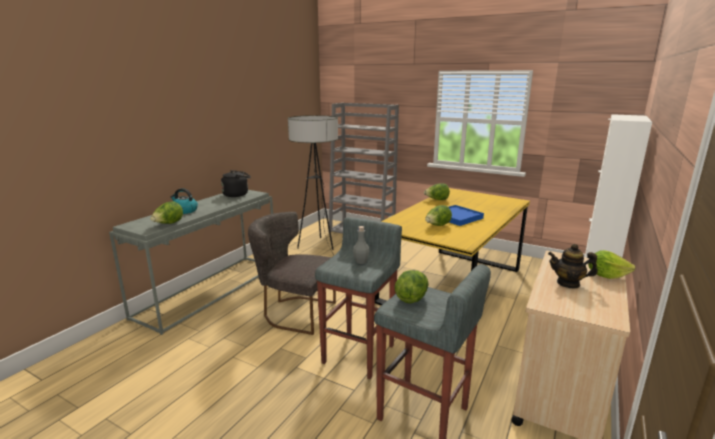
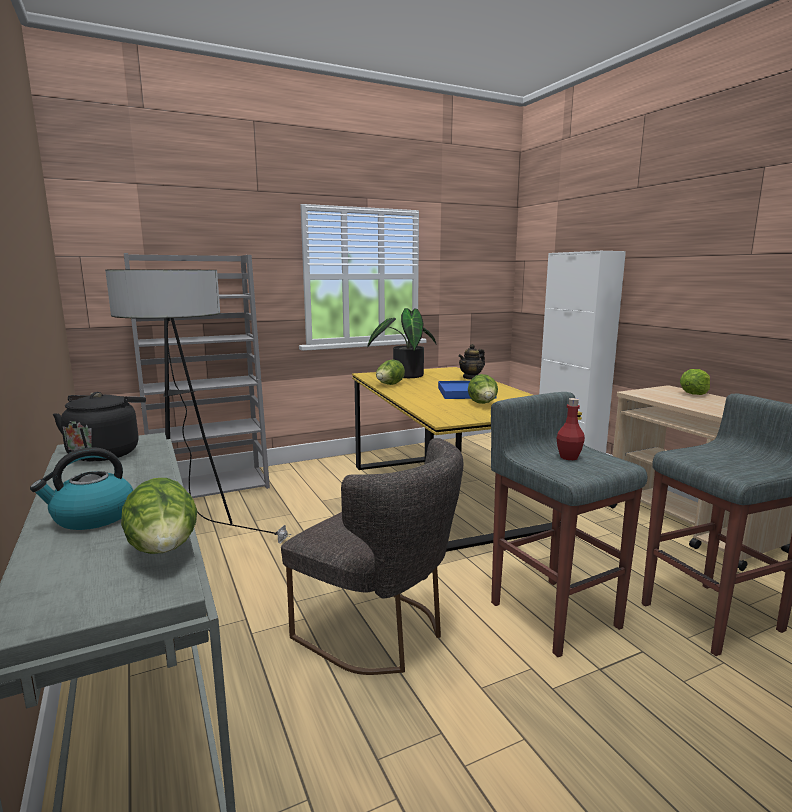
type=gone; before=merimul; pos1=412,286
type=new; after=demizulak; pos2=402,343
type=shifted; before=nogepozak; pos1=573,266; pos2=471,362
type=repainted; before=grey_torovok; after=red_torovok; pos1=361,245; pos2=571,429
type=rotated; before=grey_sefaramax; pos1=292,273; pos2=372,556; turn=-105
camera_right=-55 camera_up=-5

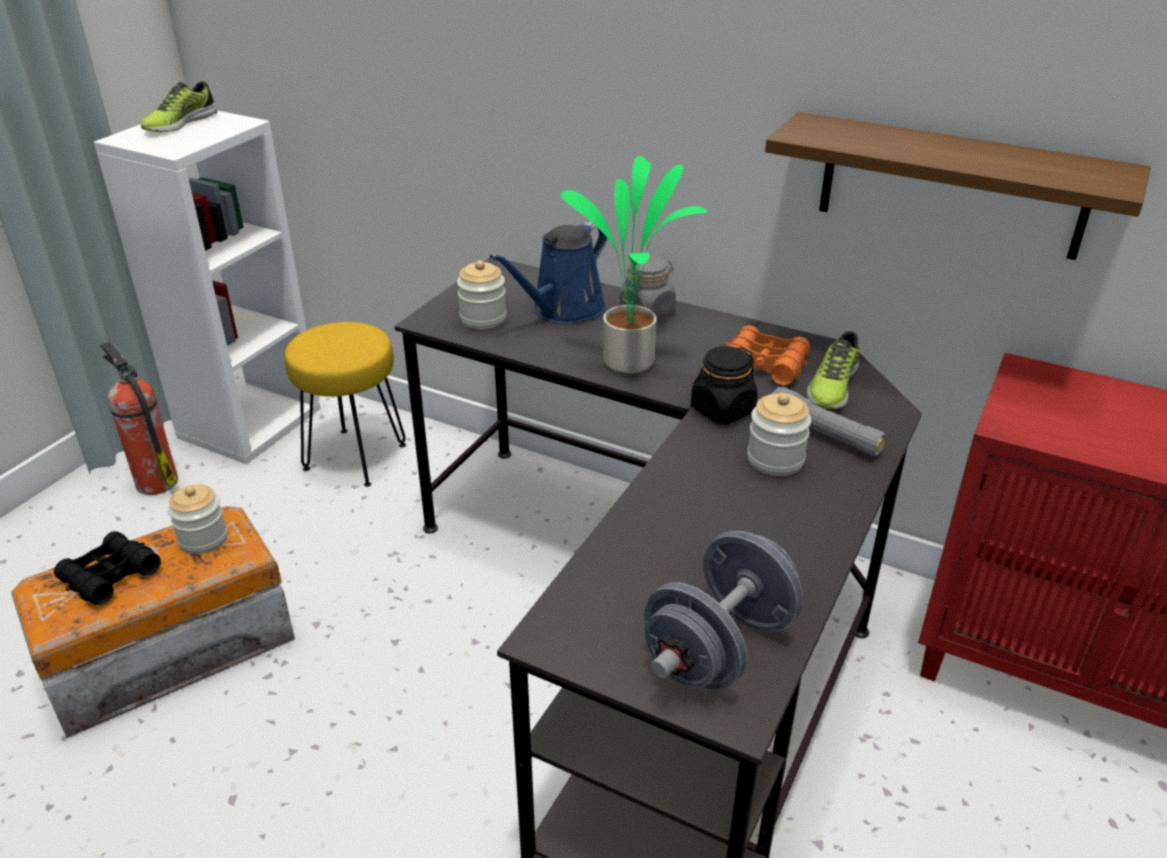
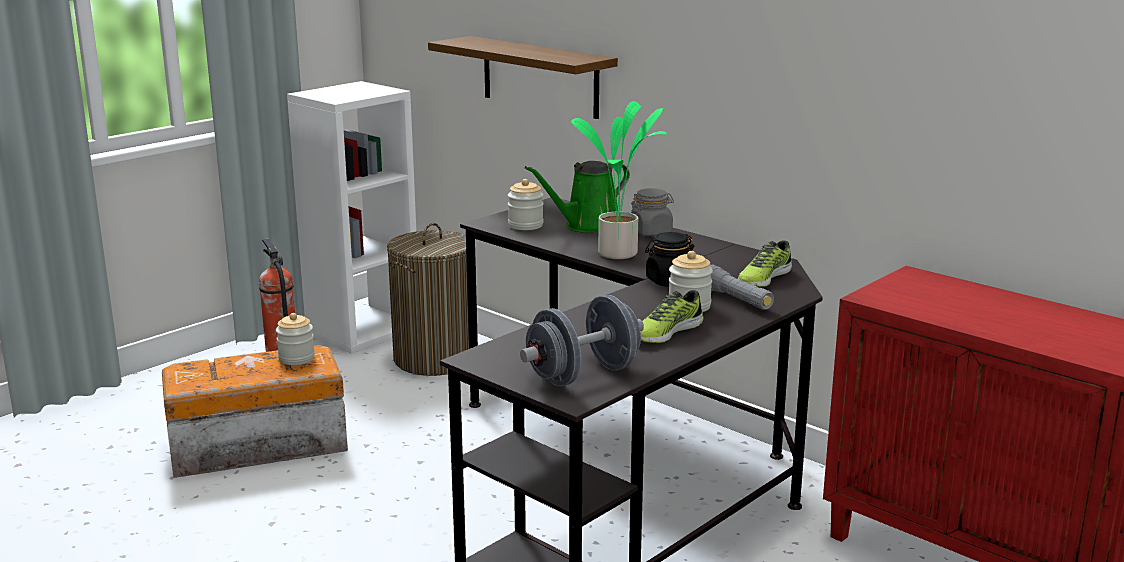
type=gone; before=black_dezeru; pos1=107,568
type=gone; before=orange_dezeru; pos1=768,355
type=shifted; before=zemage; pos1=179,106; pos2=672,316
type=shifted; before=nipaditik; pos1=958,186; pos2=523,77
type=swapped; before=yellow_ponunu; after=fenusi; pos1=345,404; pos2=428,299
type=repainted; before=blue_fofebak; after=green_fofebak; pos1=548,272; pos2=577,197
camera_right=15 camera_up=-15

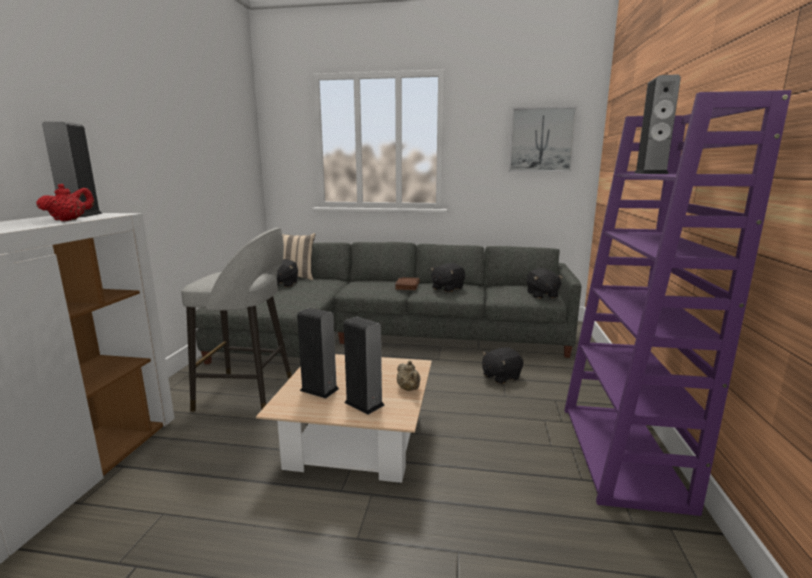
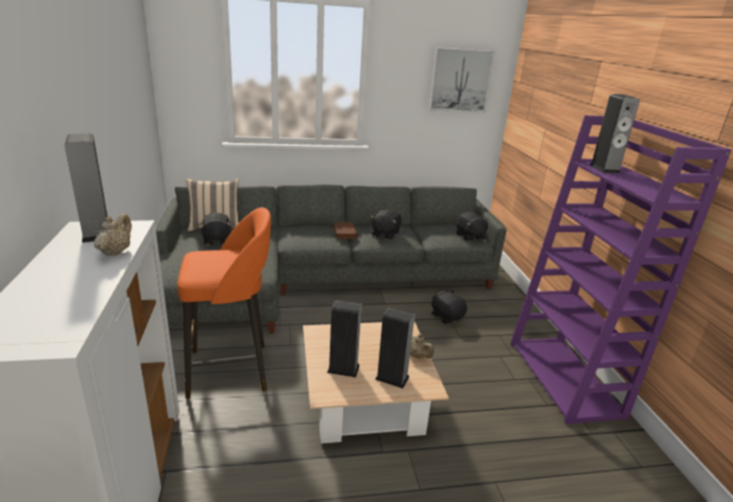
type=repainted; before=red_nogepozak; after=beige_nogepozak; pos1=65,202; pos2=113,234
type=repainted; before=grey_ponunu; after=orange_ponunu; pos1=236,320; pos2=224,303
type=rotated; before=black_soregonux; pos1=502,365; pos2=449,307; turn=105
camera_right=-20 camera_up=10

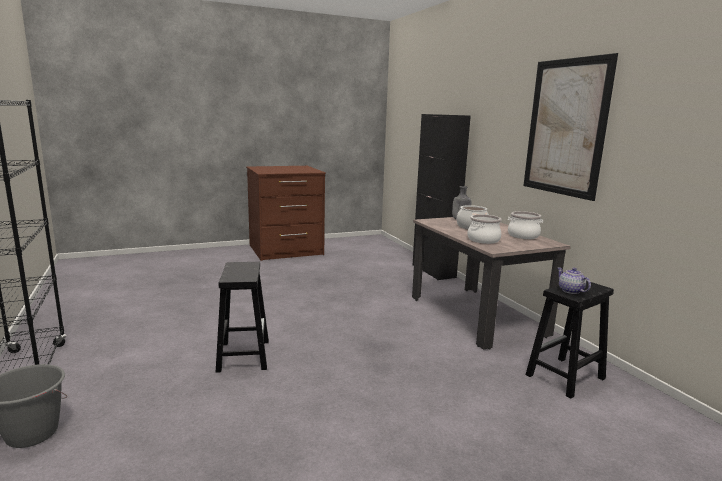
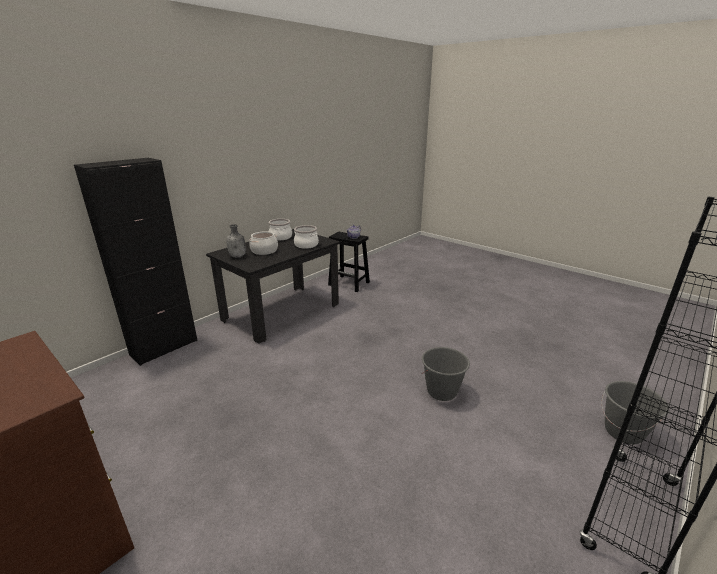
type=gone; before=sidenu; pos1=570,127
type=swapped; before=black_ponunu; after=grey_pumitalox; pos1=242,317; pos2=445,374
type=repainted; before=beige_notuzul; after=black_notuzul; pos1=491,283; pos2=273,286
camera_right=-115 camera_up=10

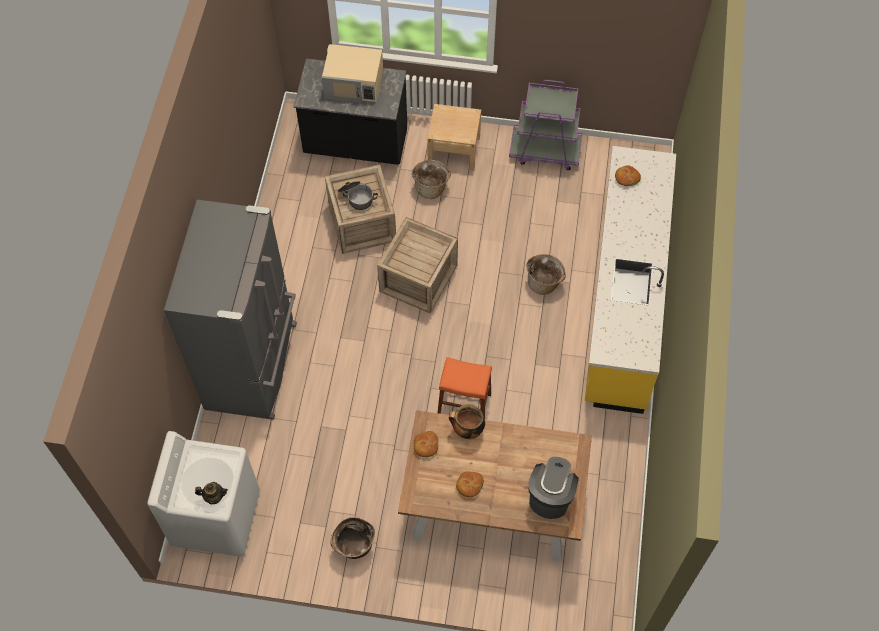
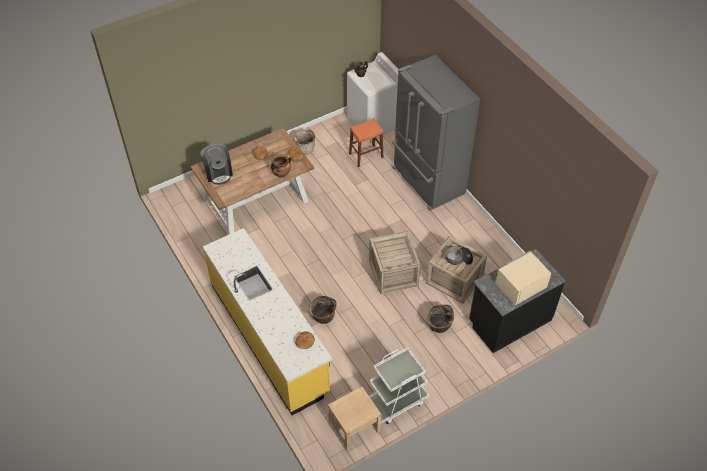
type=shifted; before=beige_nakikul; pos1=454,137; pos2=354,418
type=shifted; before=orange_ponunu; pos1=465,388; pos2=366,142
type=repainted; before=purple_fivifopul; after=white_fivifopul; pos1=546,125; pos2=399,385
camera_right=140 camera_up=-10

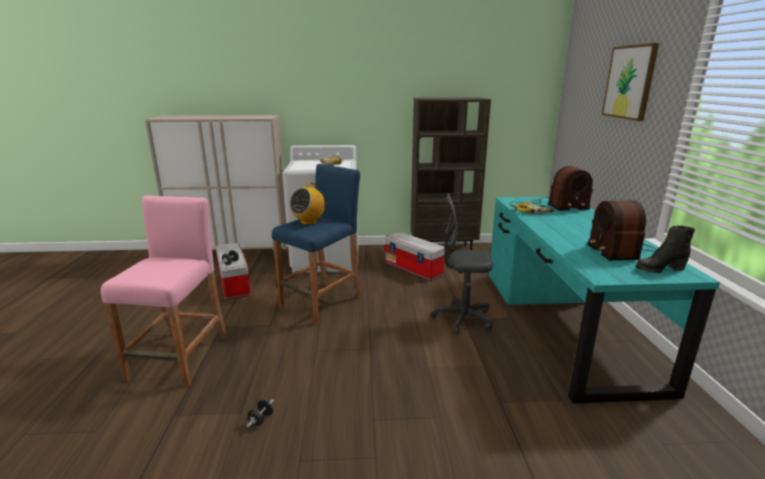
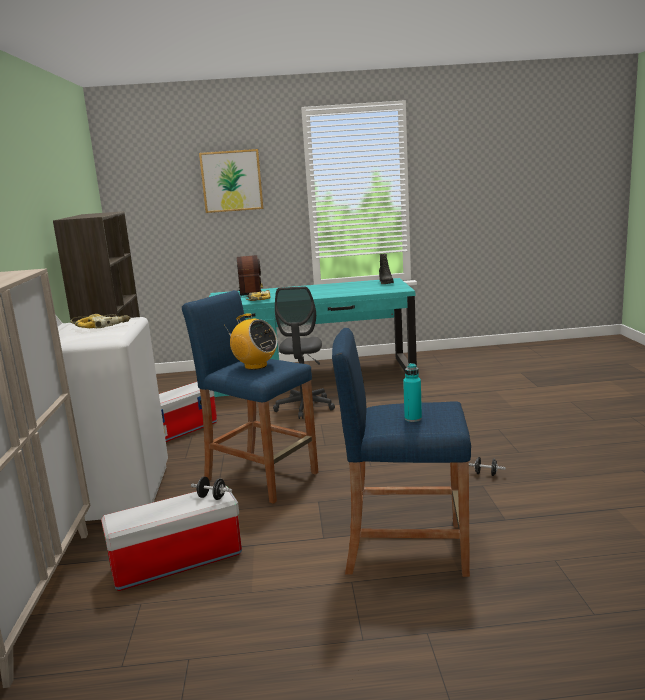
type=gone; before=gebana; pos1=622,231
type=new; after=turquoise_torovok; pos2=412,392
type=repainted; before=pink_ponunu; after=blue_ponunu; pos1=164,291; pos2=401,452
camera_right=-90 camera_up=-5

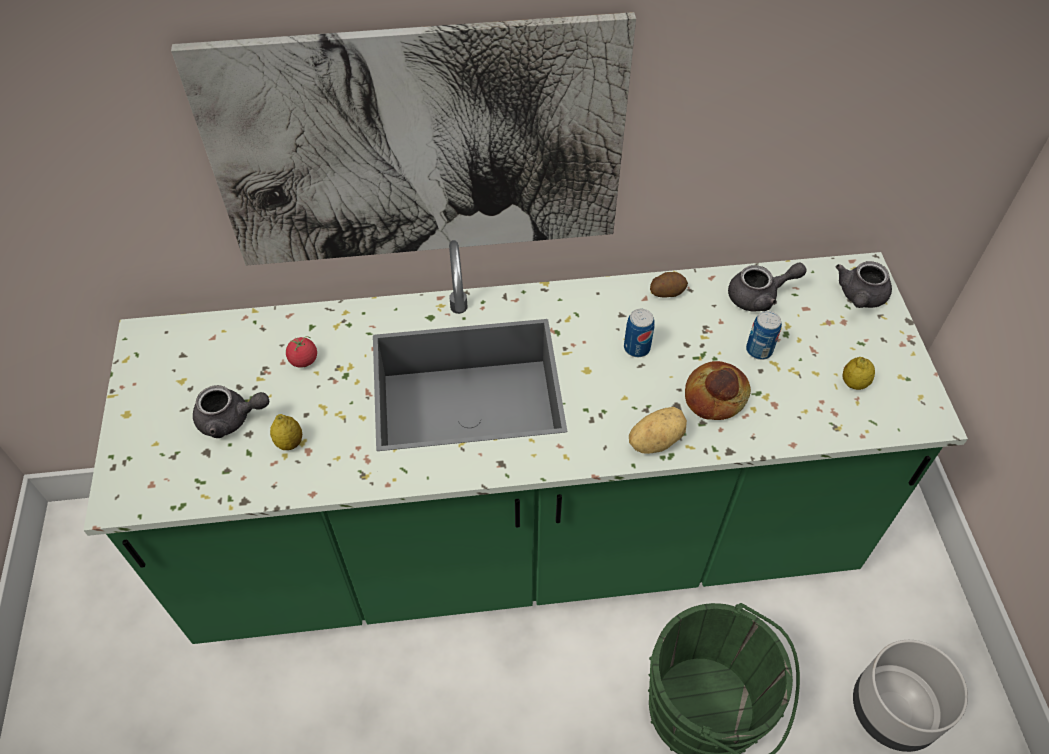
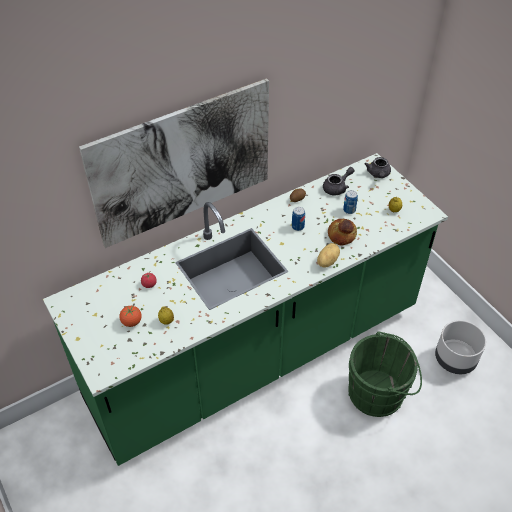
type=swapped; before=grey_nogepozak; after=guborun; pos1=231,411; pos2=130,316
camera_right=-25 camera_up=-5

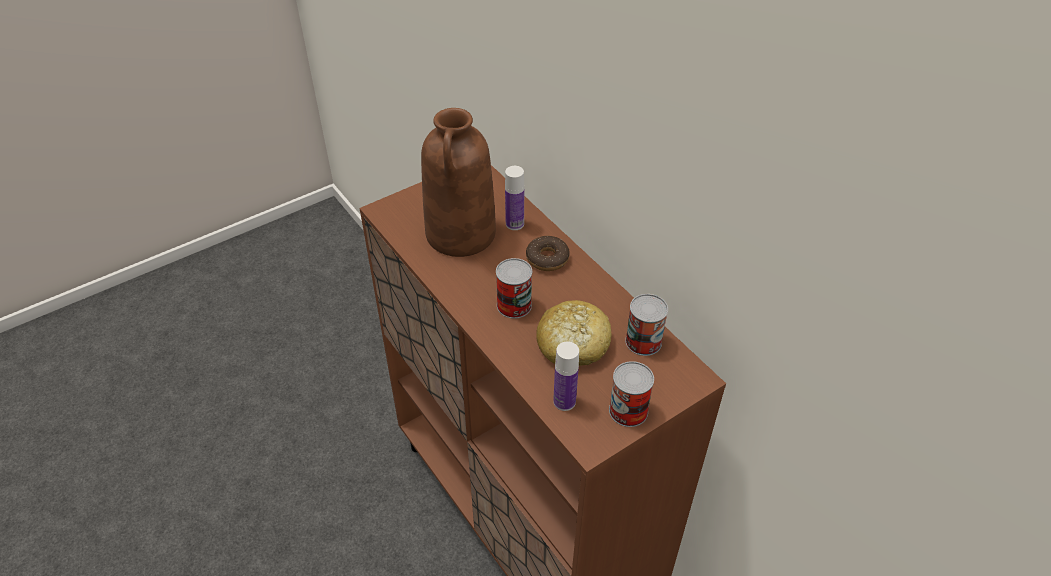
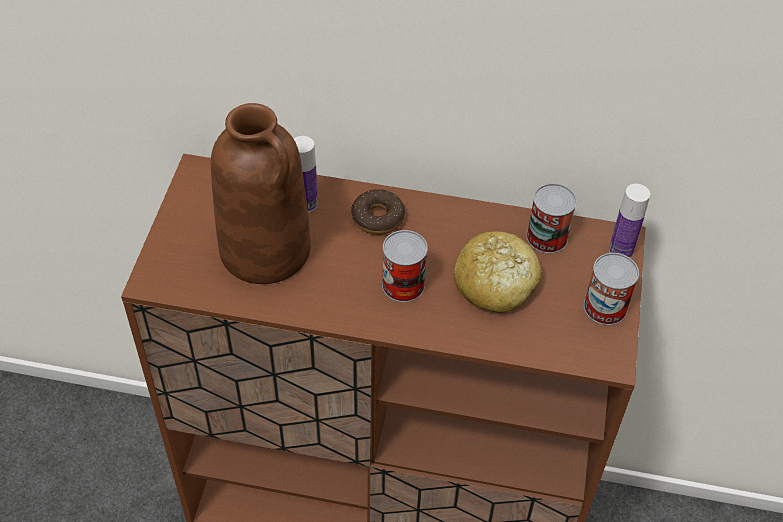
type=shifted; before=torovok; pos1=566,376; pos2=629,221
camera_right=-45 camera_up=5

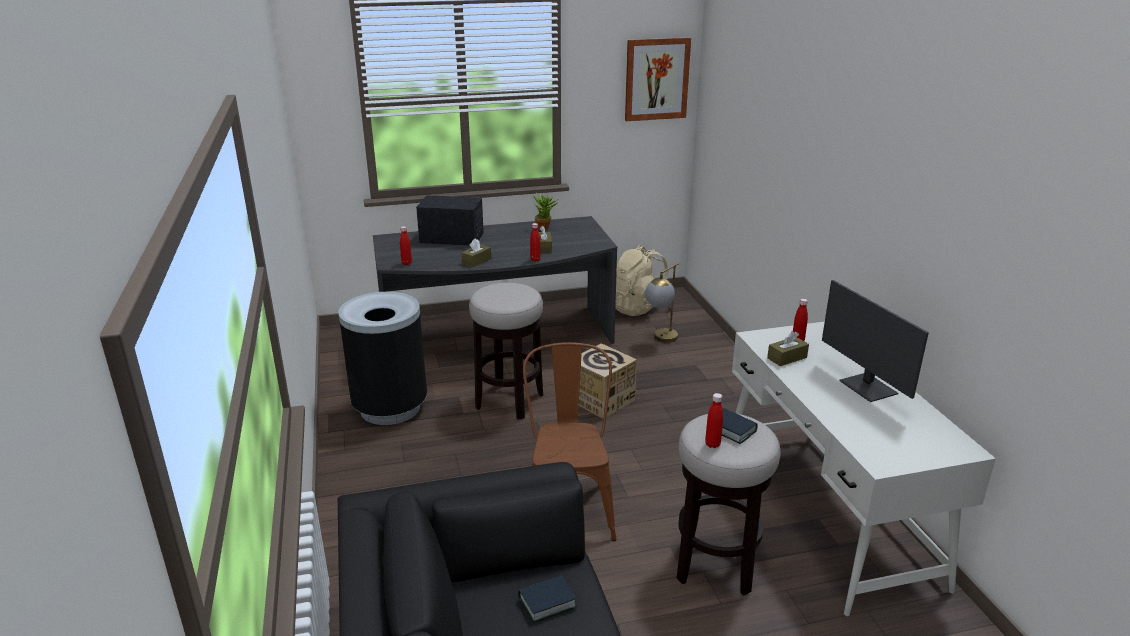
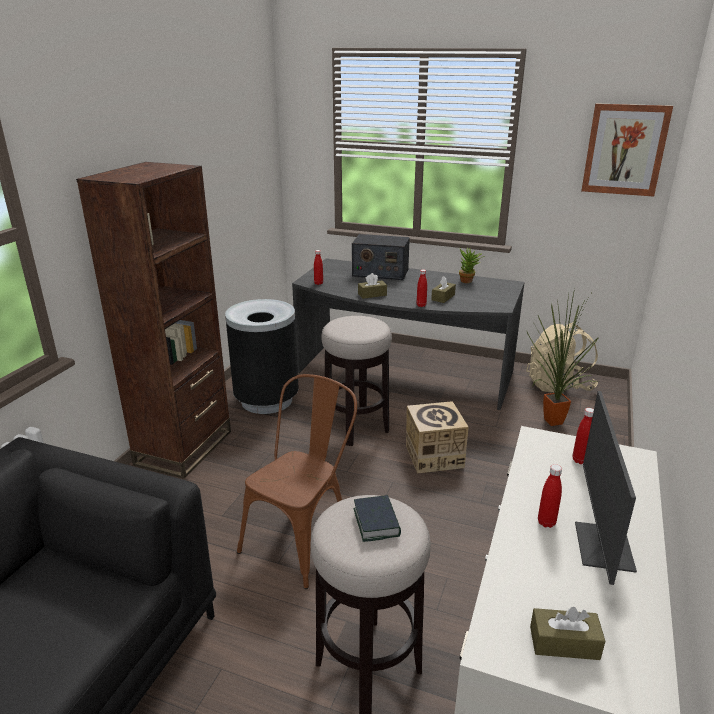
type=gone; before=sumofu; pos1=547,598
type=new; after=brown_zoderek; pos2=153,320
type=shifted; before=red_torovok; pos1=714,420; pos2=550,496
type=shifted; before=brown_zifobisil; pos1=788,348; pos2=567,633
type=swapped; before=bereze; after=demizulak; pos1=662,303; pos2=563,357
type=rotated; before=gebana; pos1=450,220; pos2=381,257; turn=150
camera_right=35 camera_up=0

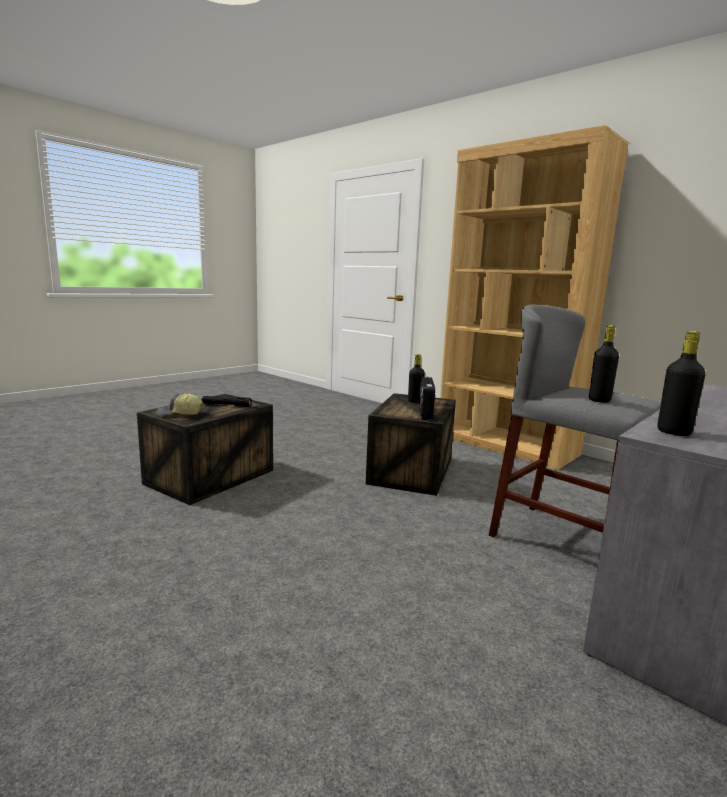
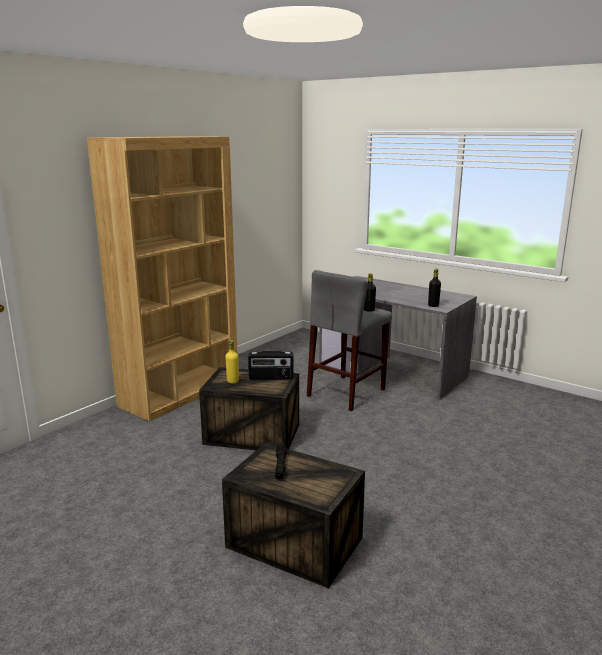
type=gone; before=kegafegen; pos1=180,404
type=repainted; before=black_torovok; after=yellow_torovok; pos1=416,378; pos2=232,362
camera_right=-95 camera_up=5

